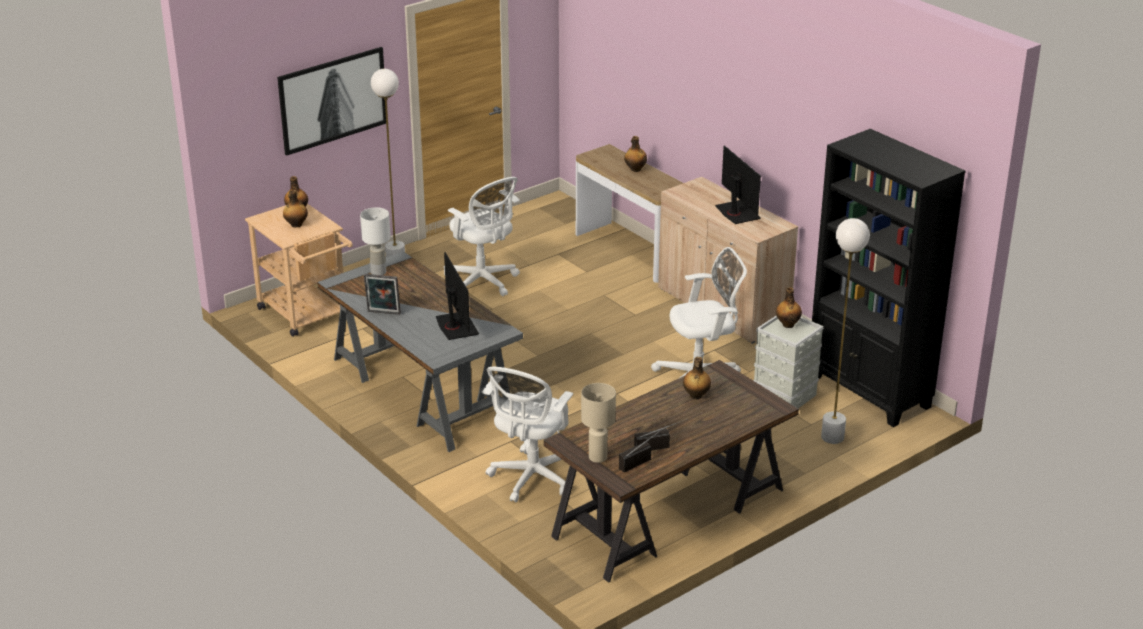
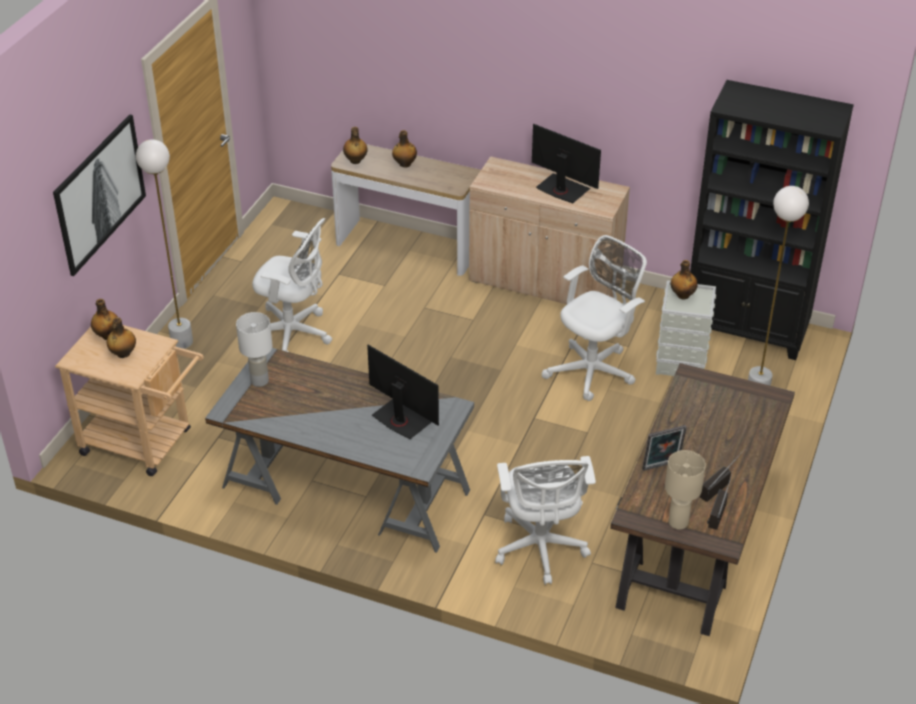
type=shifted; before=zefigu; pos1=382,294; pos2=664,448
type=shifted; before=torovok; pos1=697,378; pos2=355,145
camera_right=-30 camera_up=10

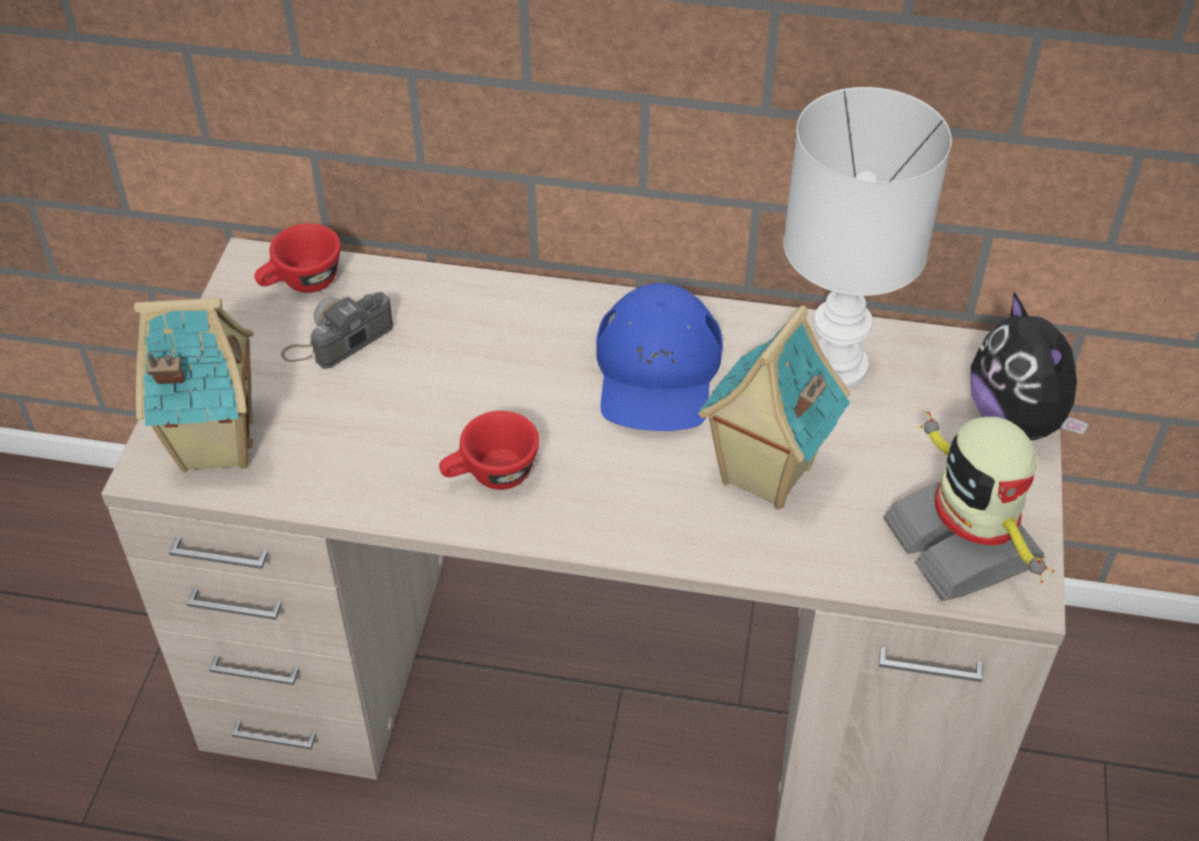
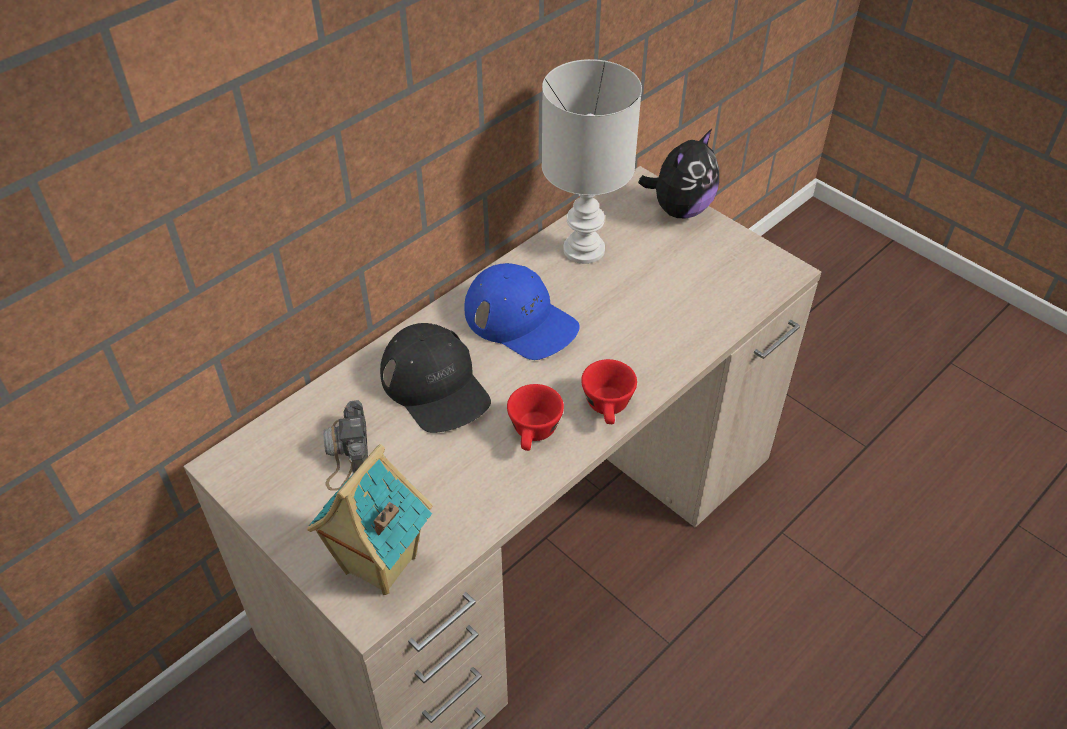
type=gone; before=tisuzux; pos1=774,407
type=gone; before=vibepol; pos1=969,506
type=new; after=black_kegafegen; pos2=435,378
type=shifted; before=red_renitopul; pos1=297,258; pos2=609,391
type=rotated; before=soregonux; pos1=1030,366; pos2=678,174; turn=-60
camera_right=-55 camera_up=0

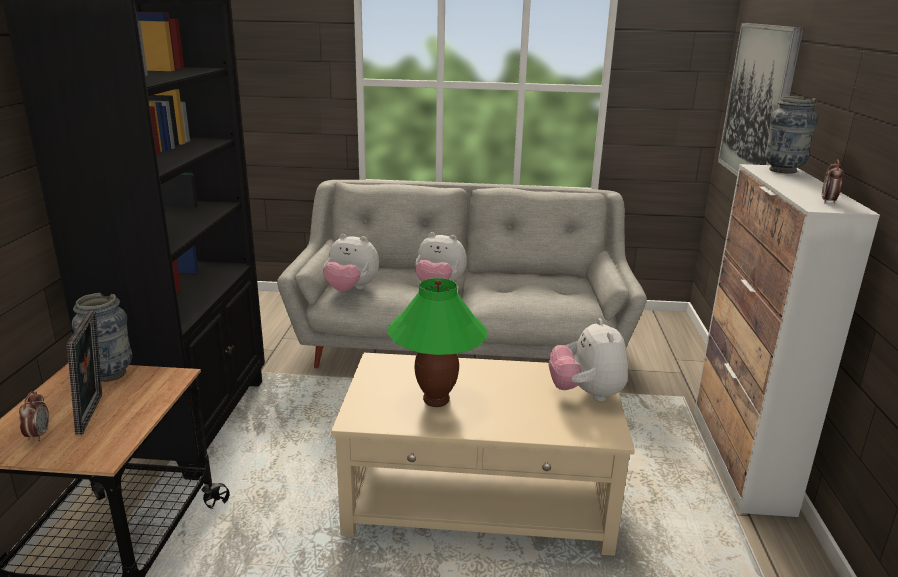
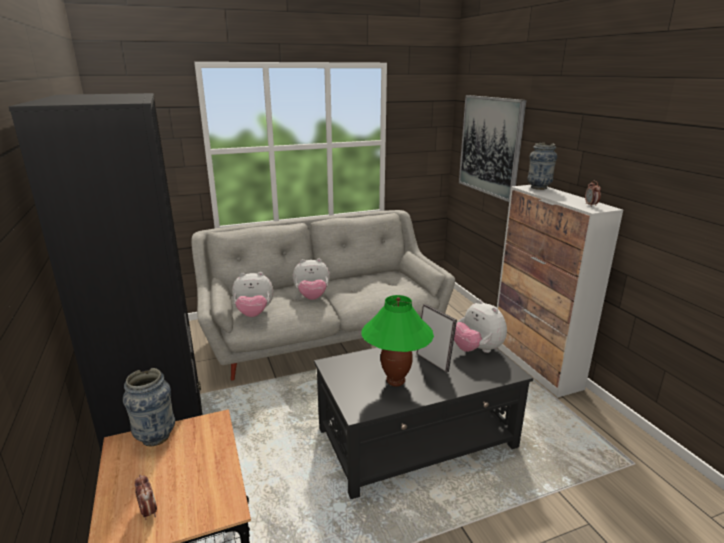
type=shifted; before=zefigu; pos1=84,373; pos2=437,338
type=repainted; before=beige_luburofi; after=black_luburofi; pos1=483,454; pos2=423,420
camera_right=-25 camera_up=0

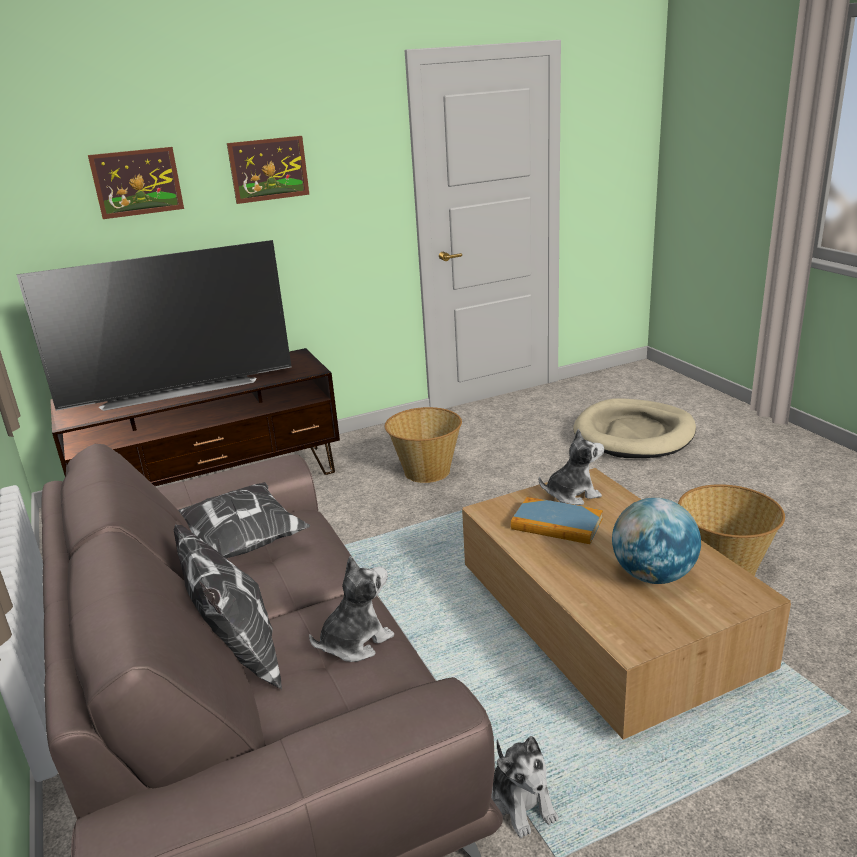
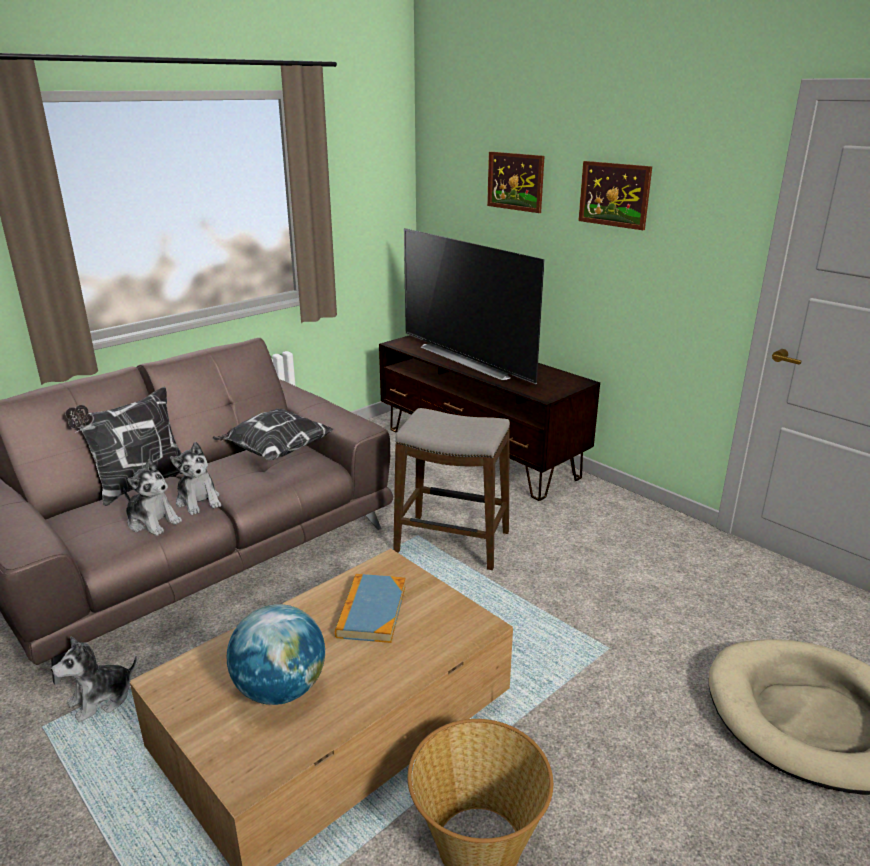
type=gone; before=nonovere; pos1=423,445
type=new; after=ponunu; pos2=451,489
type=shifted; before=soregonux; pos1=571,467; pos2=195,478
camera_right=70 camera_up=0

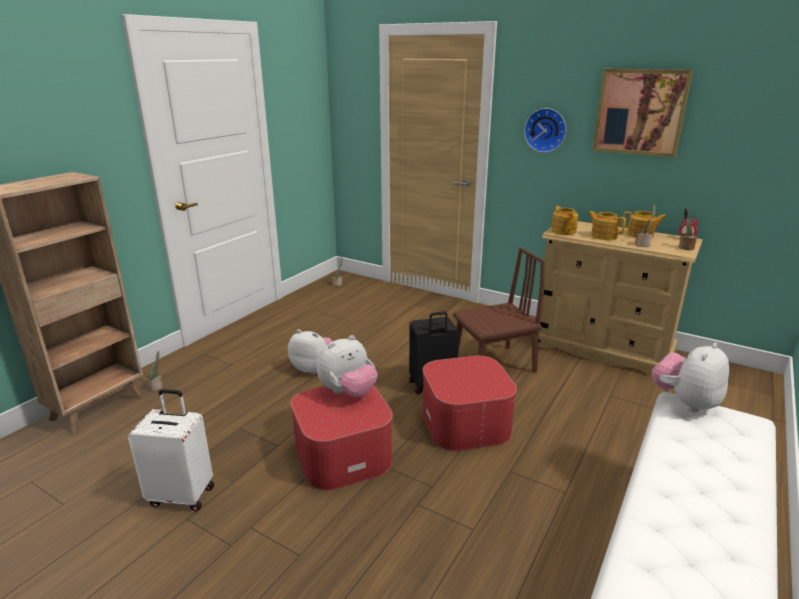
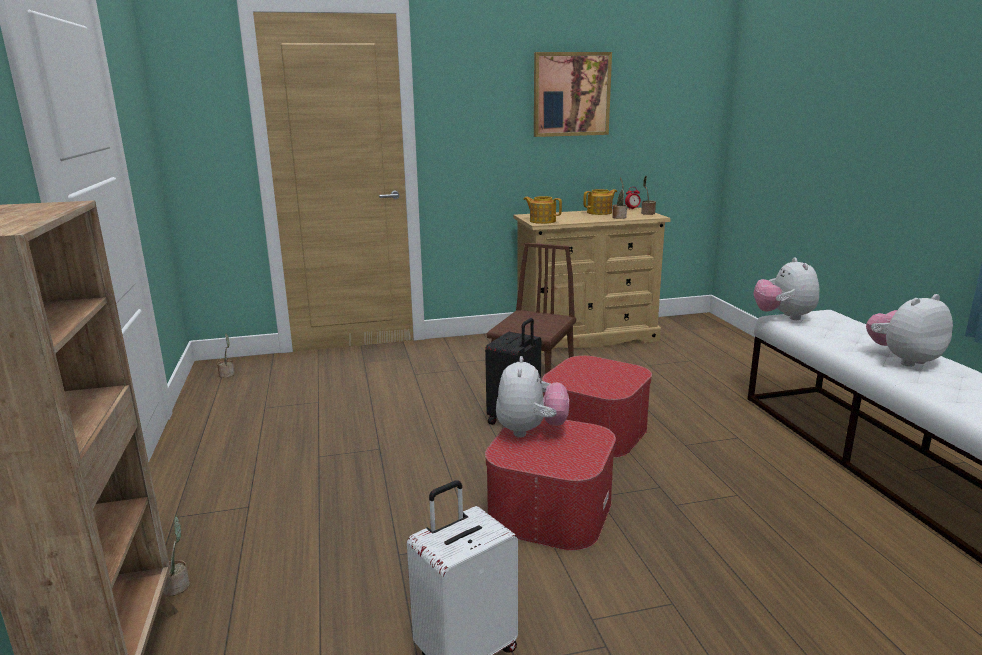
type=gone; before=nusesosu; pos1=545,130
type=gone; before=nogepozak; pos1=607,225
type=shifted; before=soregonux; pos1=310,351; pos2=909,330
camera_right=-45 camera_up=-5

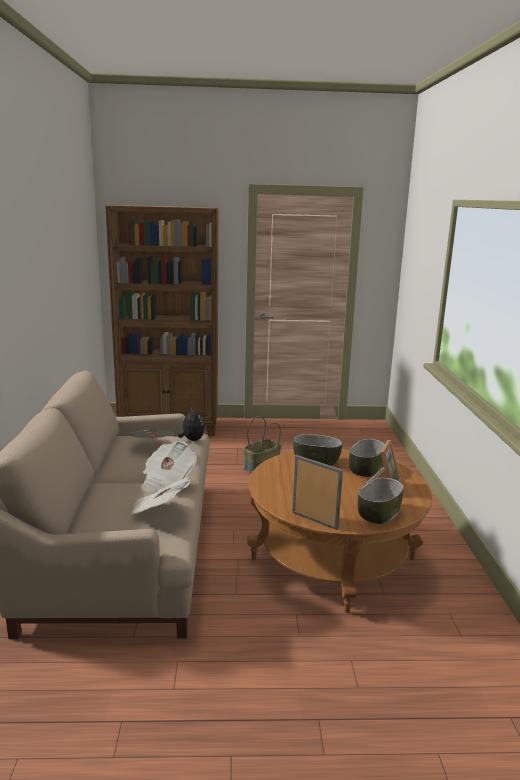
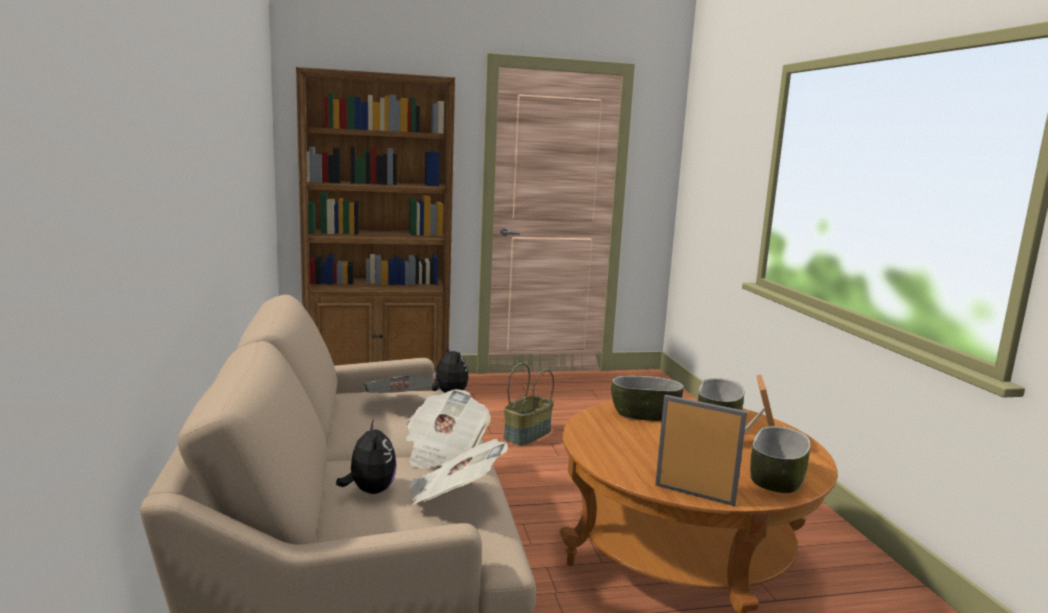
type=new; after=soregonux; pos2=366,456
camera_right=-10 camera_up=-5

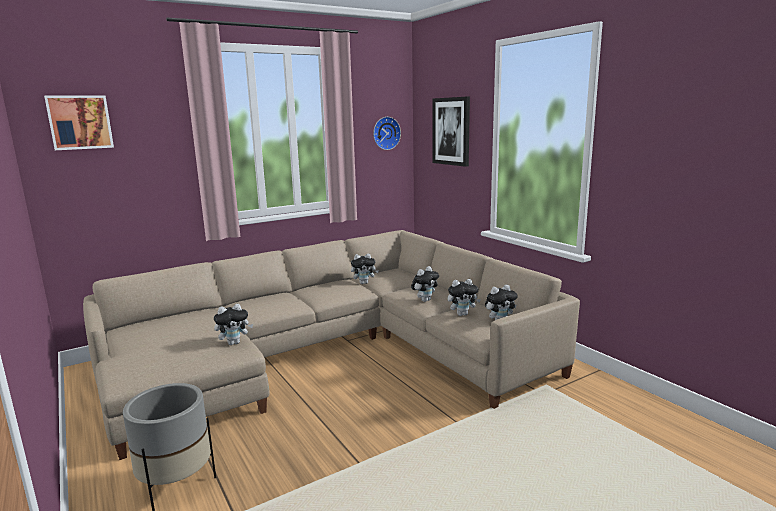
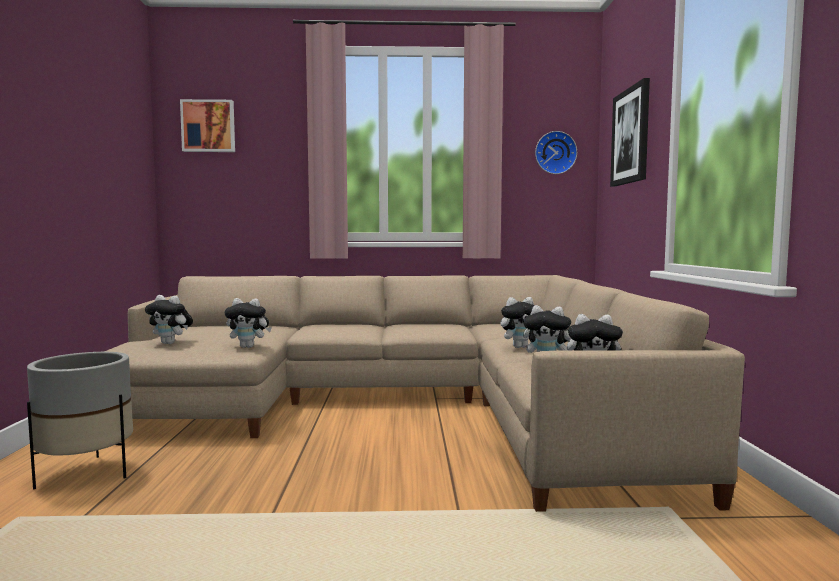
type=shifted; before=soregonux; pos1=365,269; pos2=169,319
camera_right=30 camera_up=-10

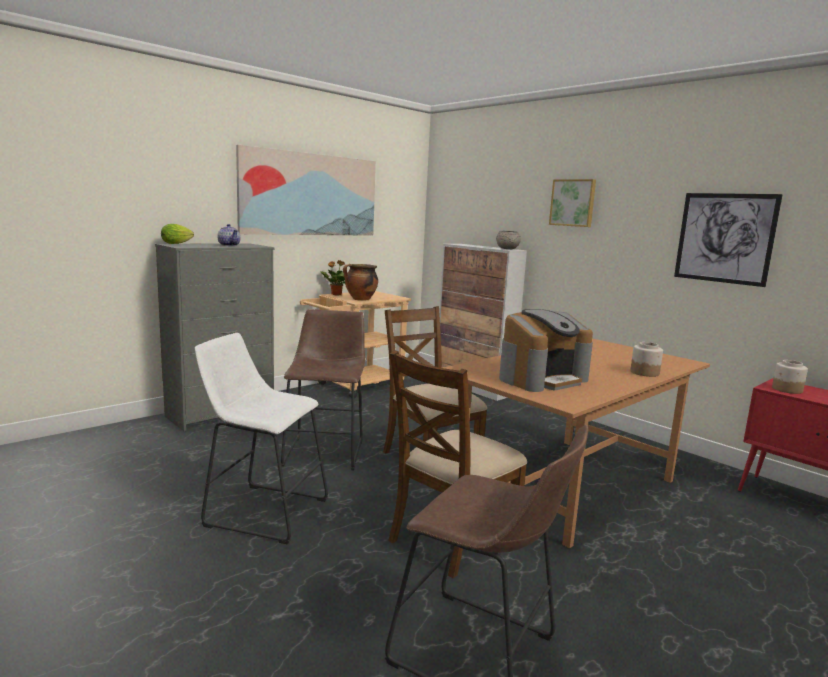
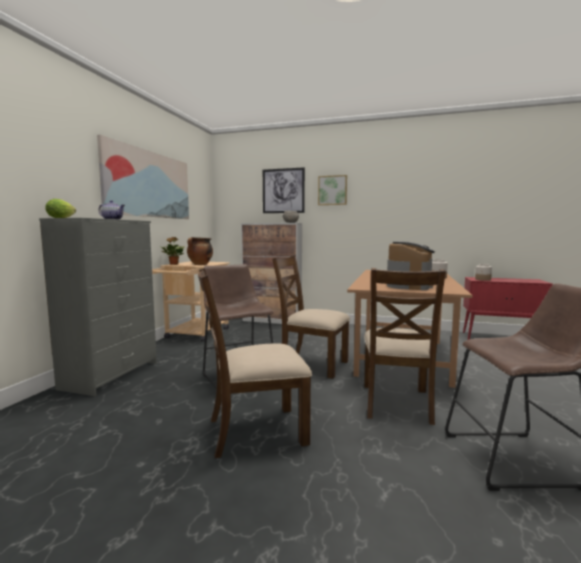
type=shifted; before=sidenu; pos1=728,240; pos2=284,190
type=swapped; before=white_ponunu; after=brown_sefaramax; pos1=261,438; pos2=255,363
camera_right=-30 camera_up=-5

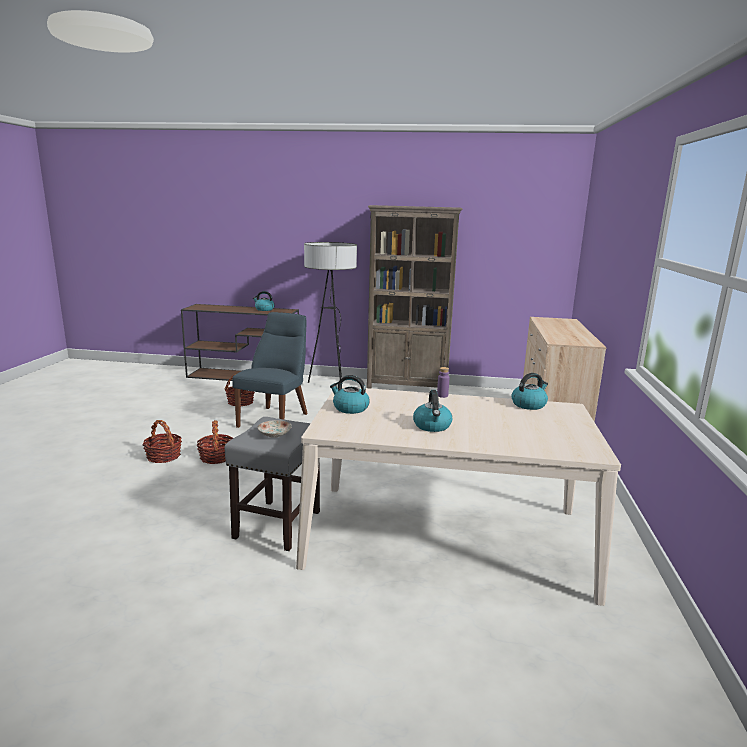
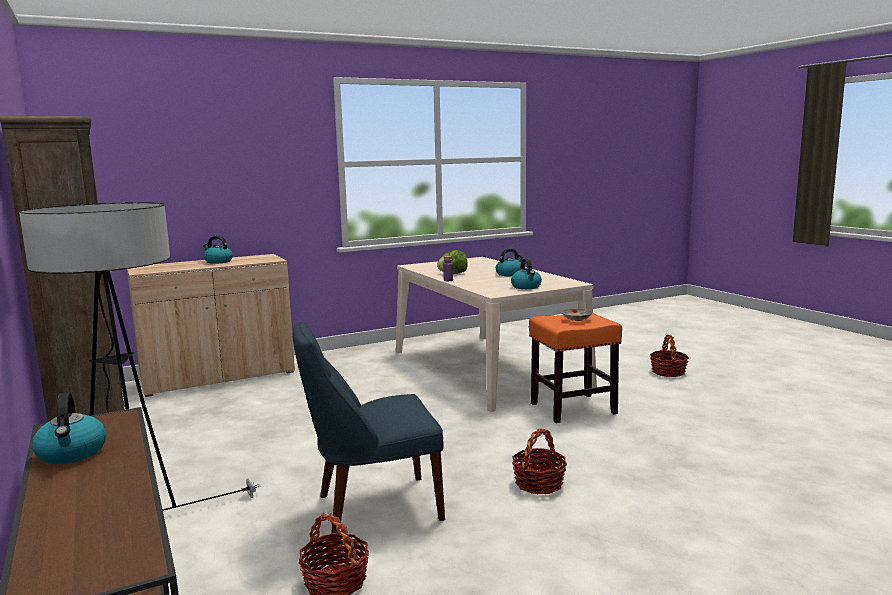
type=new; after=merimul; pos2=452,262
type=shifted; before=nonovere; pos1=162,441; pos2=669,356
type=shifted; before=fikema; pos1=530,391; pos2=218,250
type=repainted; before=grey_ponunu; after=orange_ponunu; pos1=272,484; pos2=575,368
camera_right=-125 camera_up=-5

